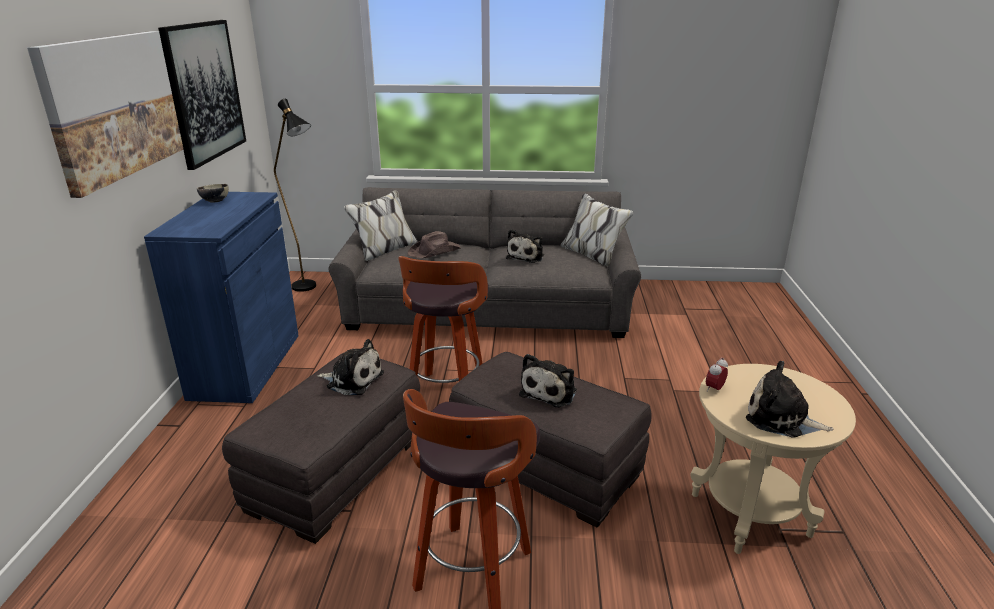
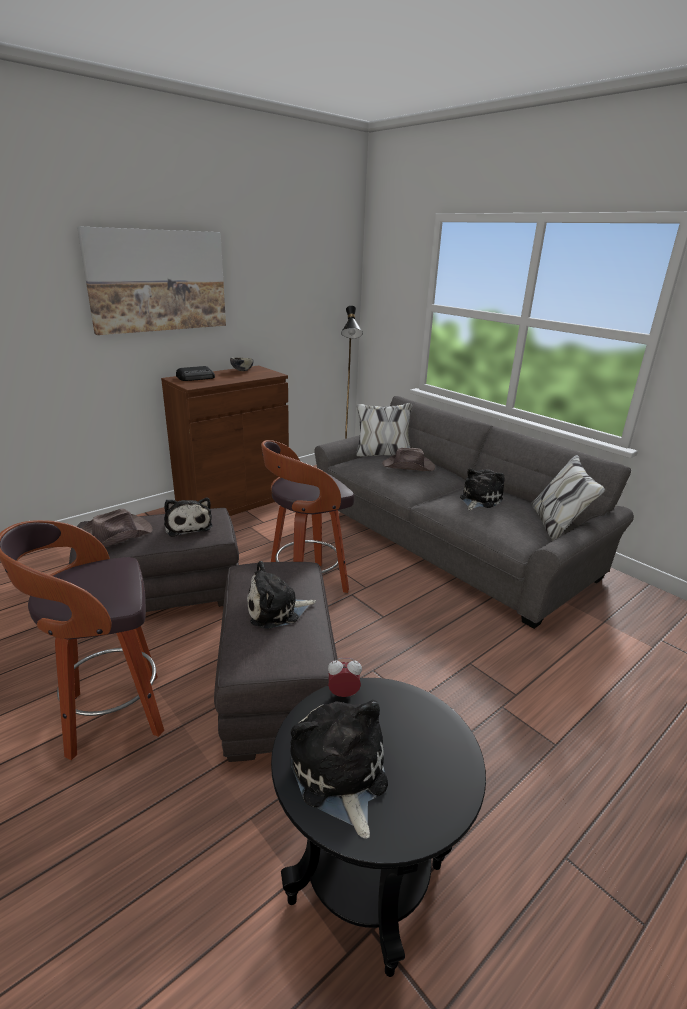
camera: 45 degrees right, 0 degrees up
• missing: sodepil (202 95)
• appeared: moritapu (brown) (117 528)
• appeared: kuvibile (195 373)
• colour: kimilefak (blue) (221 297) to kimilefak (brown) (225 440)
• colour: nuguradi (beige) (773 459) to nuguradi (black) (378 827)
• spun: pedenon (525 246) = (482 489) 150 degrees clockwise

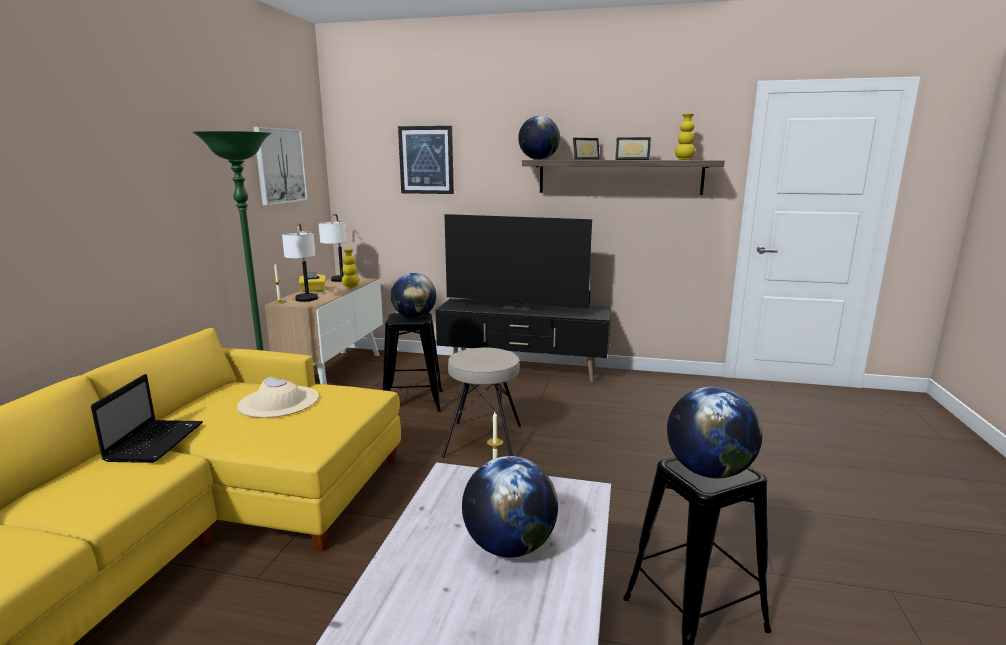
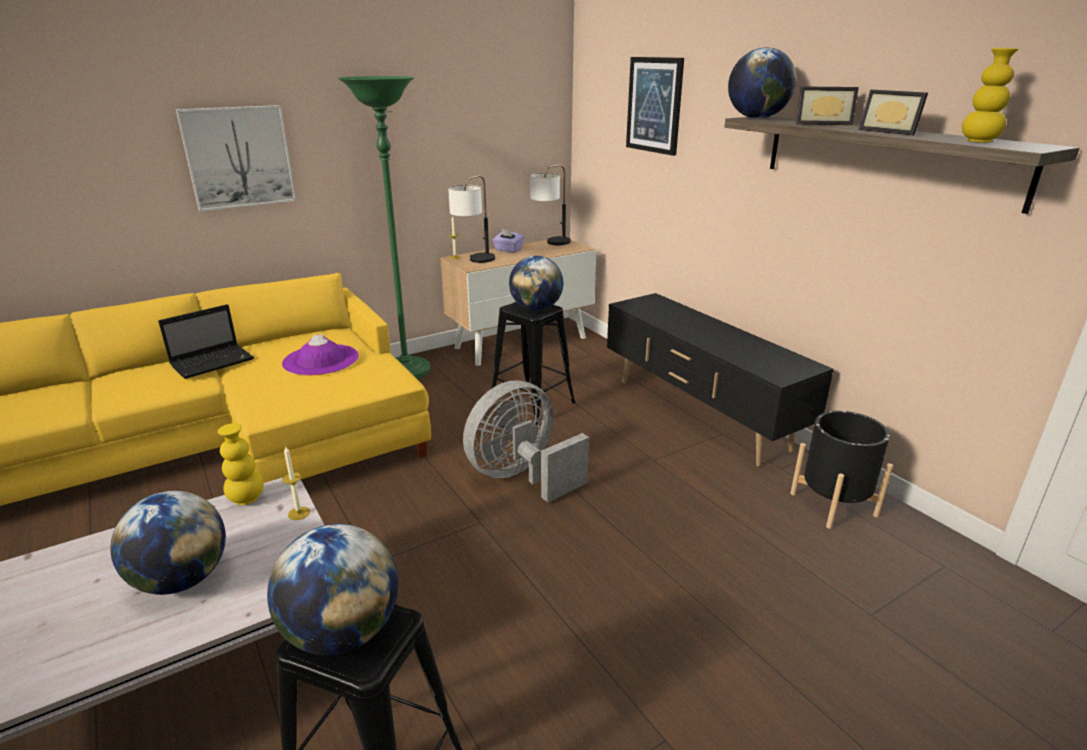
camera: 45 degrees right, 10 degrees up
• missing: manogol (518 262)
• appeared: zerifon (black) (841 470)
• relocated: sodepil (280 166) to (236 158)
• relocated: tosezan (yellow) (350 268) to (240 464)
• exchanged: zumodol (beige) (481 403) to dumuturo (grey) (526 441)
• colour: moritapu (beige) (278 397) to moritapu (purple) (320 354)
• colour: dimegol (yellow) (312 282) to dimegol (purple) (508 241)

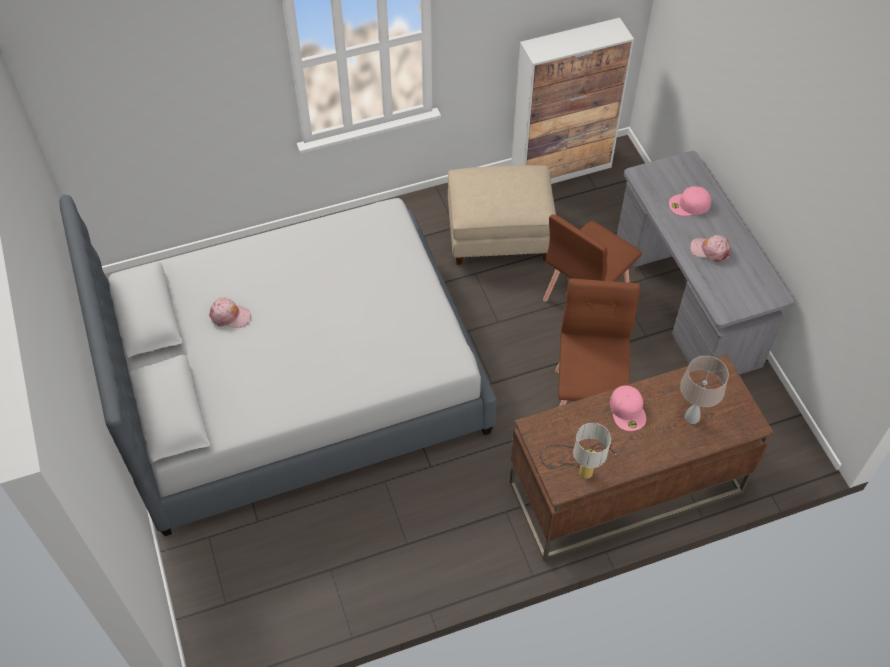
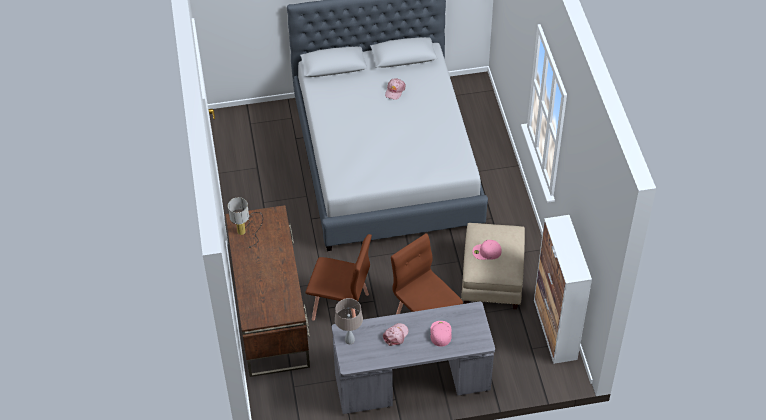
camera: 100 degrees right, 5 degrees down
• relocated: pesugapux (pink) (628 408) to (487 250)
• relocated: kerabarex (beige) (704 390) to (349 321)

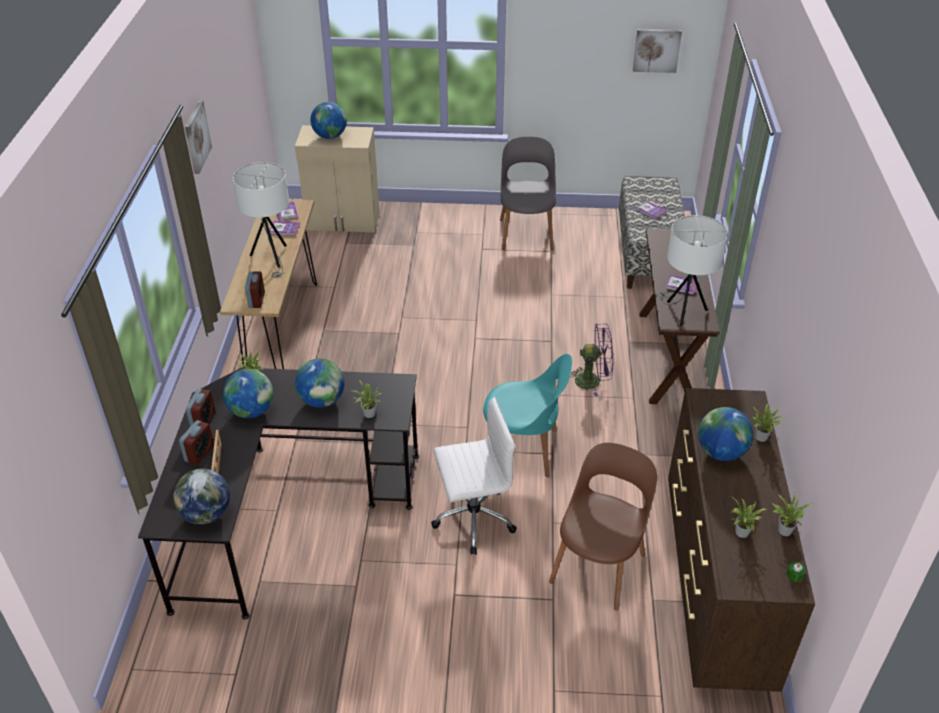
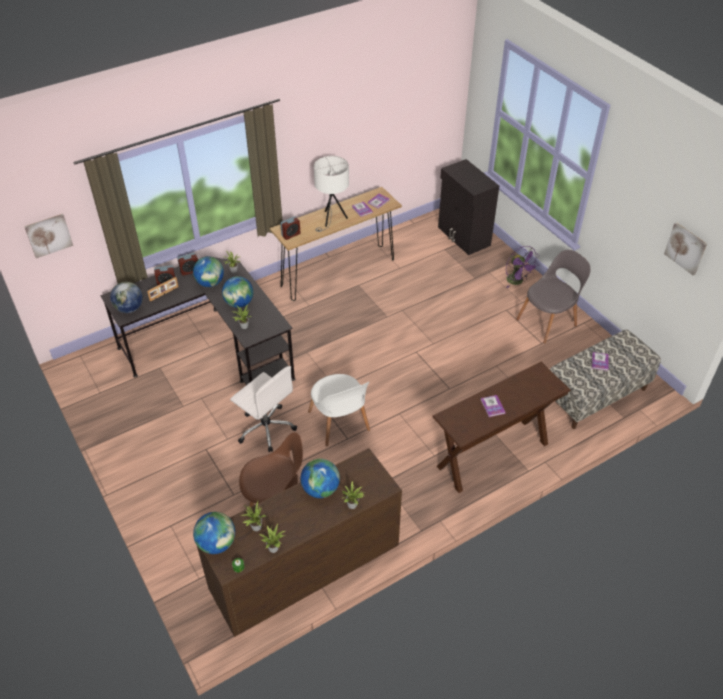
camera: 55 degrees right, 5 degrees up
• missing: kerabarex (white) (693 270)
• relocated: sodepil (198 137) to (48 236)
• relocated: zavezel (328 120) to (214 533)
• relocated: dumuturo (purple) (592 360) to (523 267)
• colour: kimilefak (beige) (337 178) to kimilefak (black) (468 207)
• colour: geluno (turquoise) (527 415) to geluno (white) (339 410)

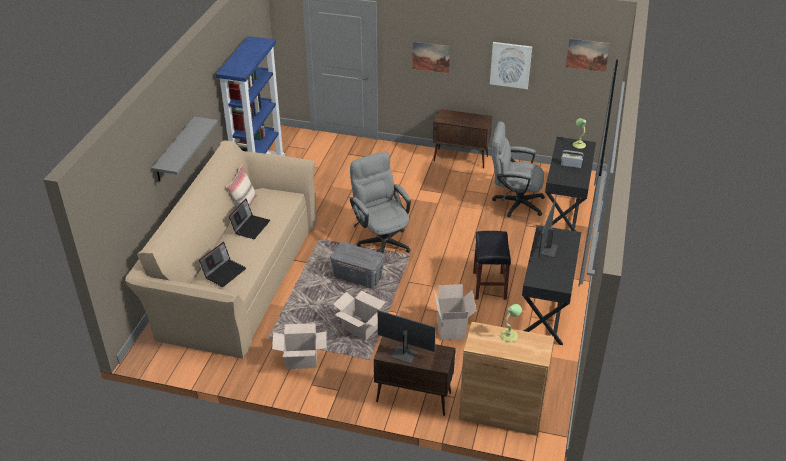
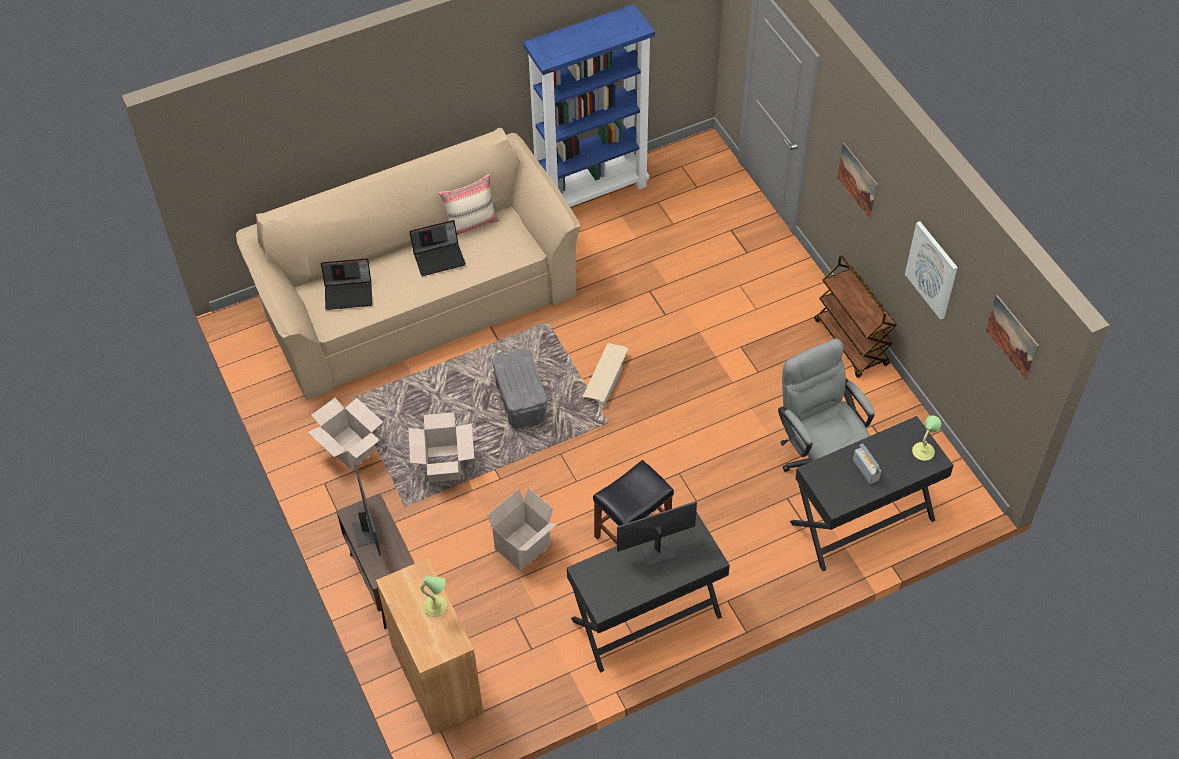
camera: 50 degrees right, 15 degrees up
• missing: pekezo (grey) (185 149)
• exchanged: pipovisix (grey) (380 203) to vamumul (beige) (605 375)
• exchanged: kimilefak (brown) (462 139) to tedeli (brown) (855 316)

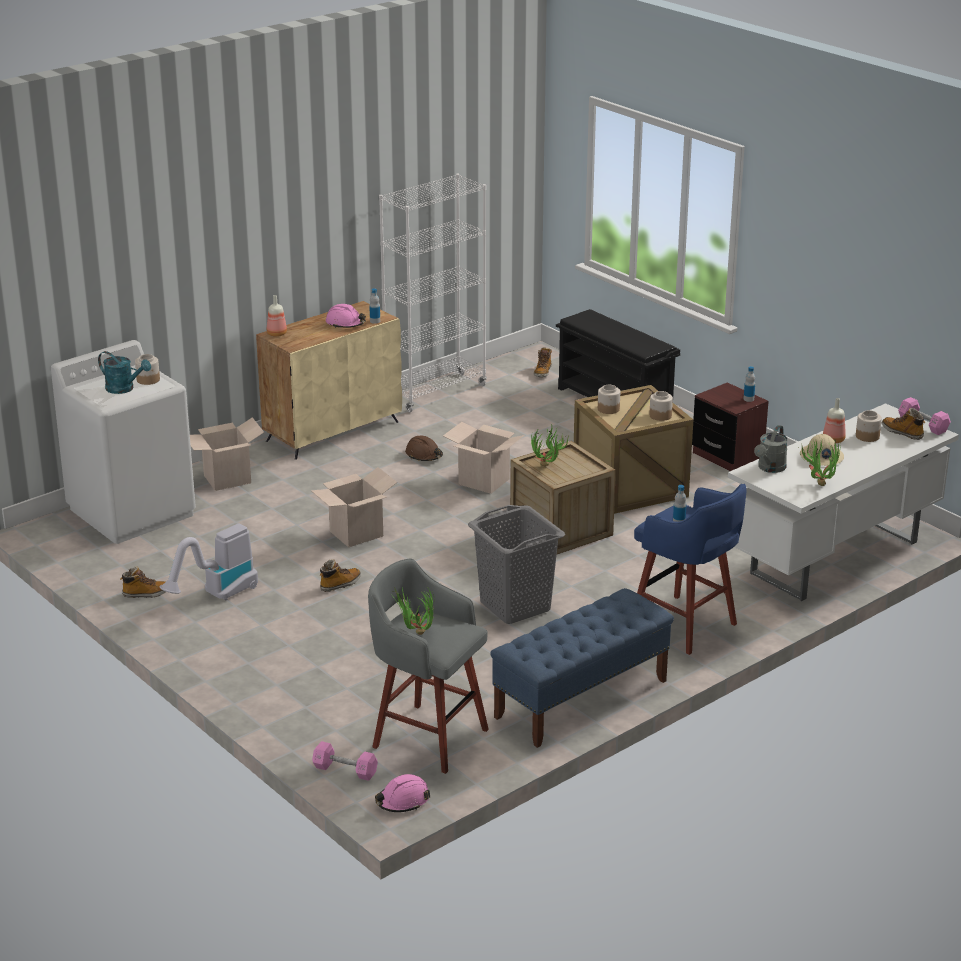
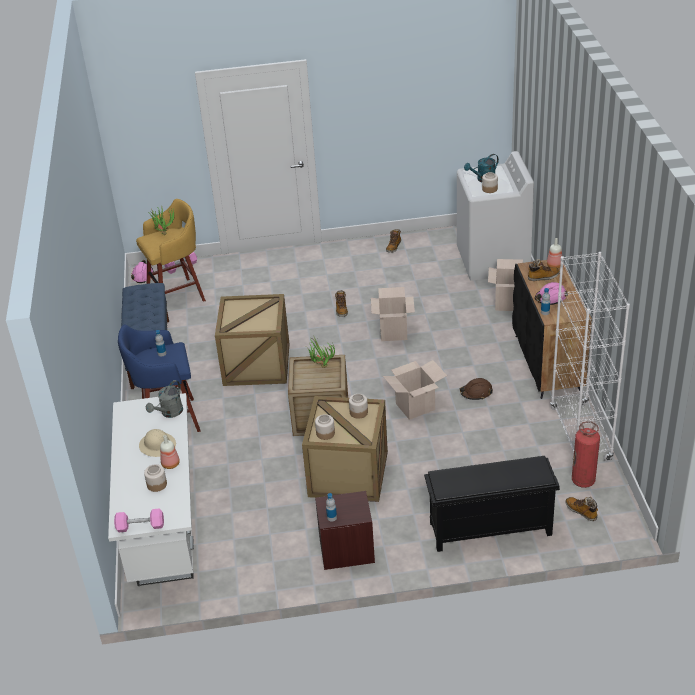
camera: 125 degrees right, 10 degrees up
• missing: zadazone (209 562)
• missing: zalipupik (820 462)
• appeared: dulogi (586 454)
• relocated: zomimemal (903 424) to (544 270)
• exchanged: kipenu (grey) (516 564) to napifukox (252 340)
• colour: kimilefak (beige) (329 380) to kimilefak (black) (552 329)
• colour: zumodol (grey) (428 666) to zumodol (yellow) (171 250)
• spun: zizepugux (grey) (771 449) = (164 399) 120 degrees counterclockwise

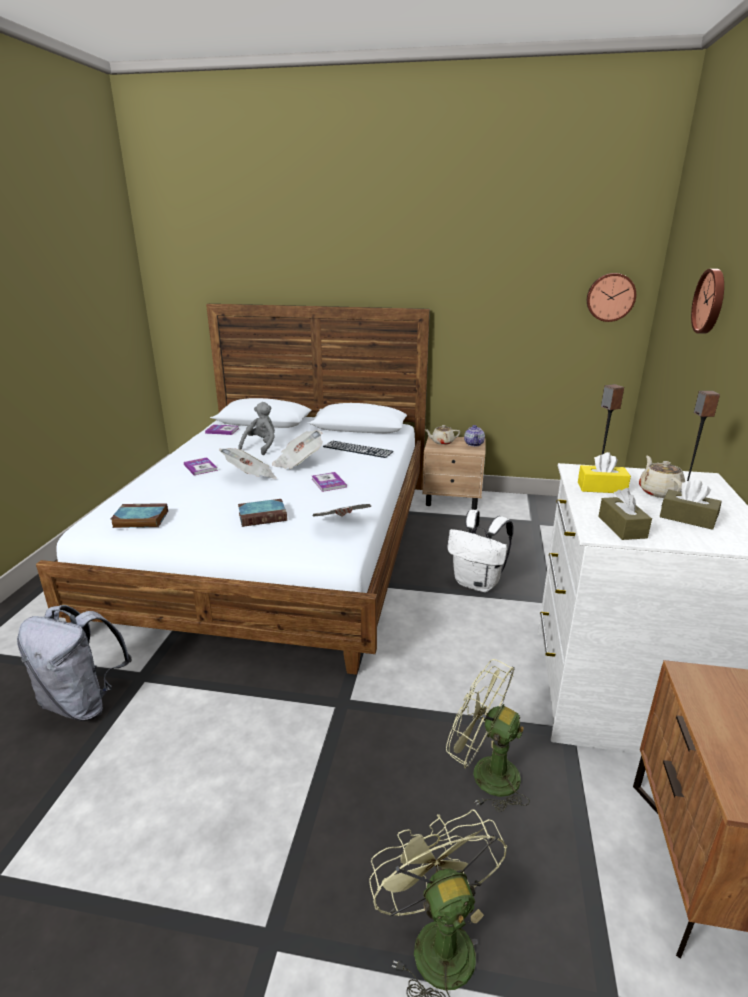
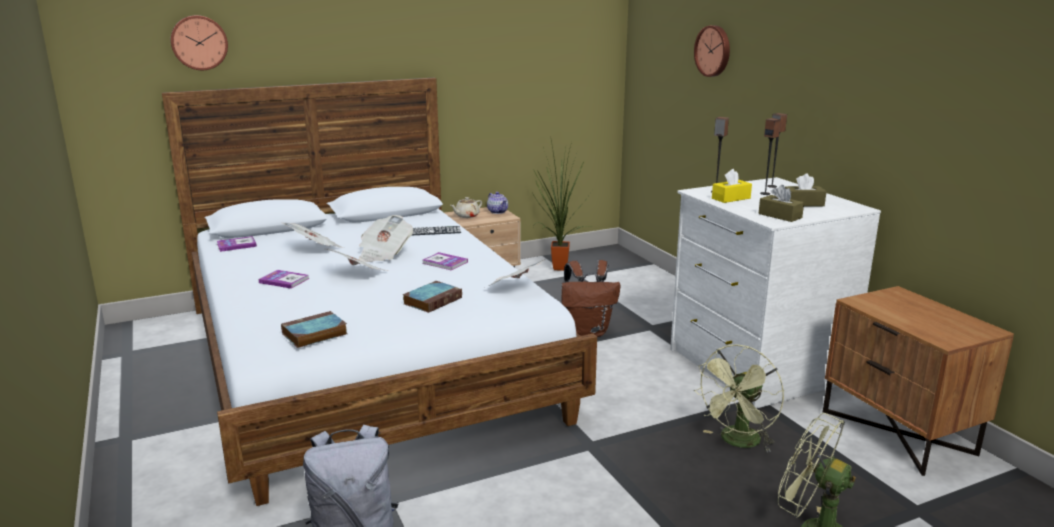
camera: 35 degrees left, 5 degrees down
• appeared: zalipupik (562 205)
• relocated: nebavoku (611 297) to (199 42)
• exchanged: pedenon (grey) (256 428) to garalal (313 235)
• exchanged: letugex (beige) (662 477) to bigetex (770 156)
• colour: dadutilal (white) (480 551) to dadutilal (brown) (591 298)
• spun: dumuturo (green) (488 735) = (739 398) 45 degrees counterclockwise

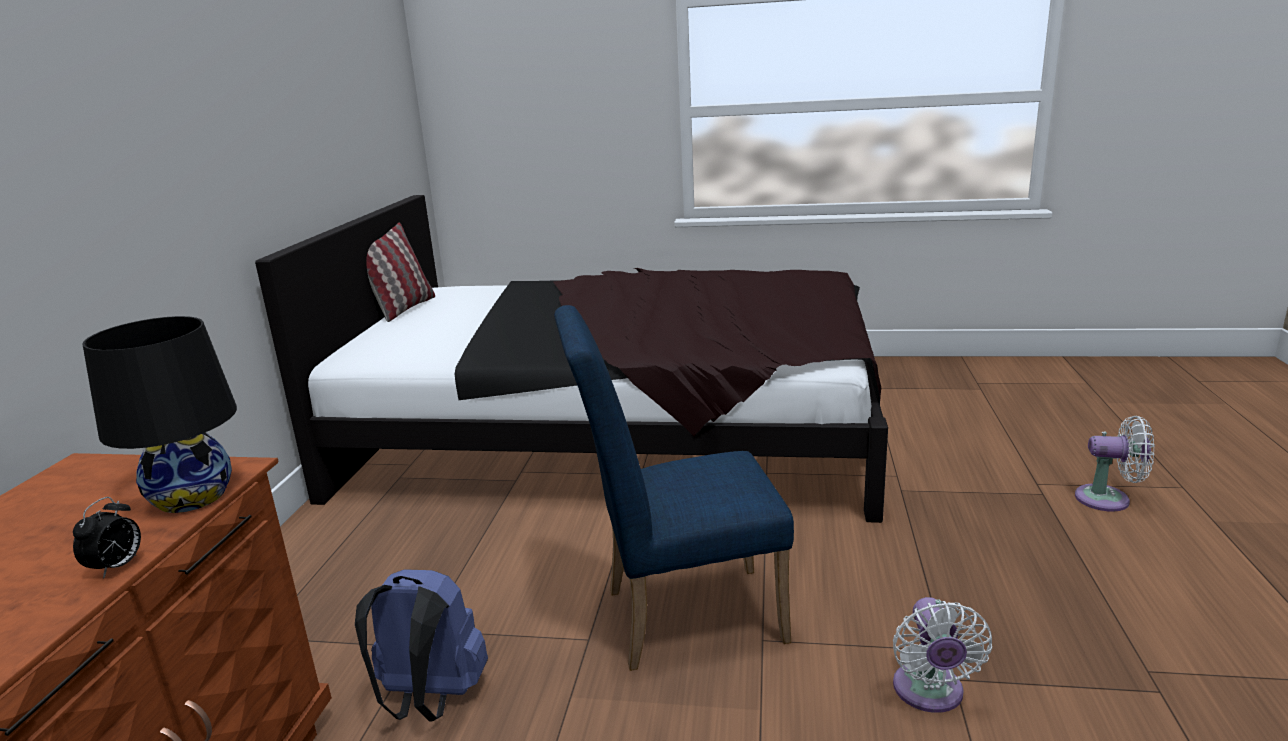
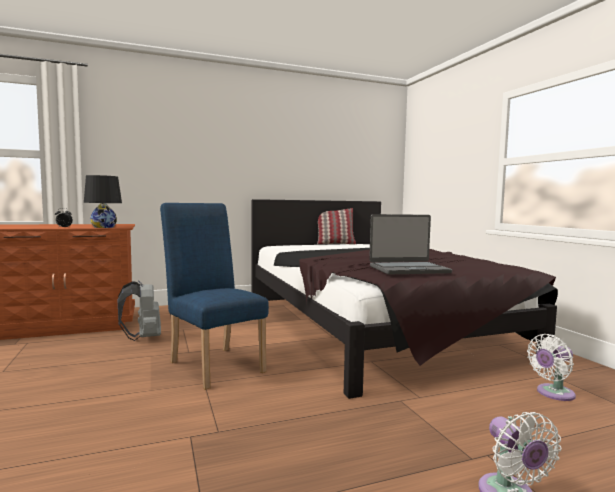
camera: 60 degrees right, 15 degrees down
• appeared: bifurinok (410 244)
• relocated: dumuturo (white) (942 655) to (551 367)
• colour: dadutilal (blue) (421 645) to dadutilal (grey) (139 310)

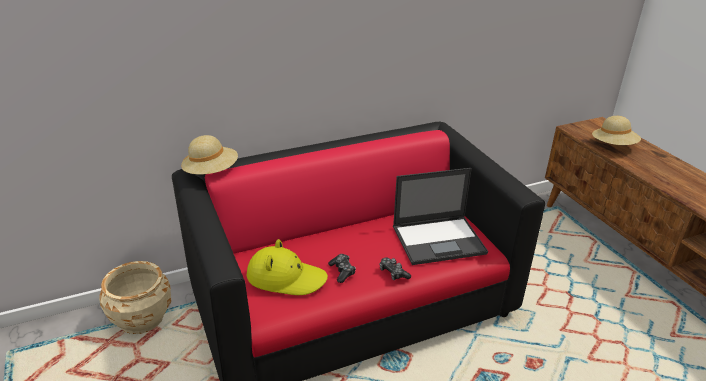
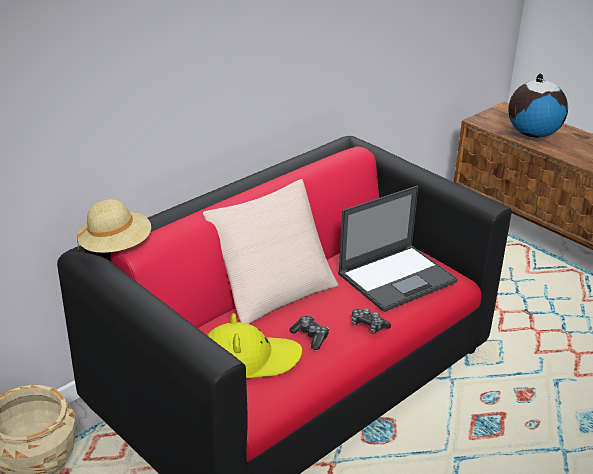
camera: 20 degrees left, 0 degrees up
• appeared: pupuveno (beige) (271 251)
• exchanged: moritapu (beige) (616 130) to zavezel (538 106)

